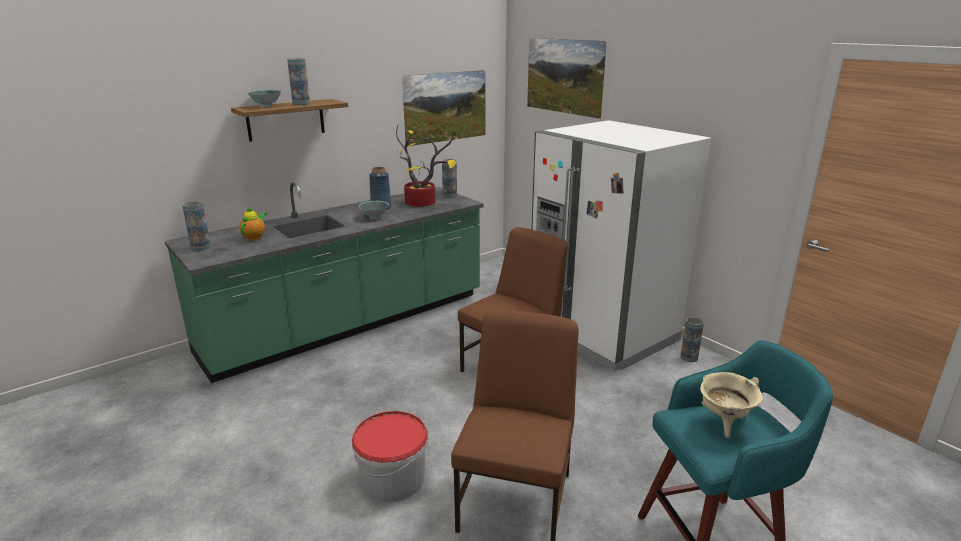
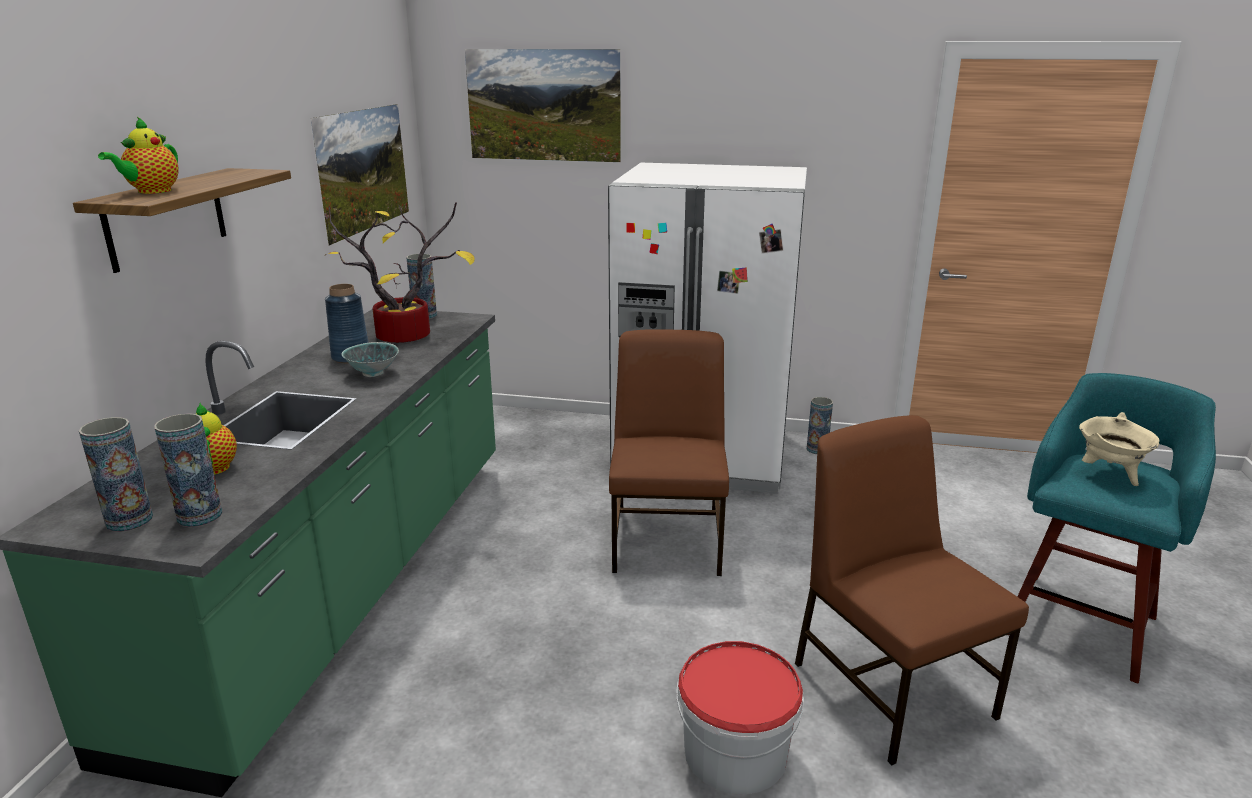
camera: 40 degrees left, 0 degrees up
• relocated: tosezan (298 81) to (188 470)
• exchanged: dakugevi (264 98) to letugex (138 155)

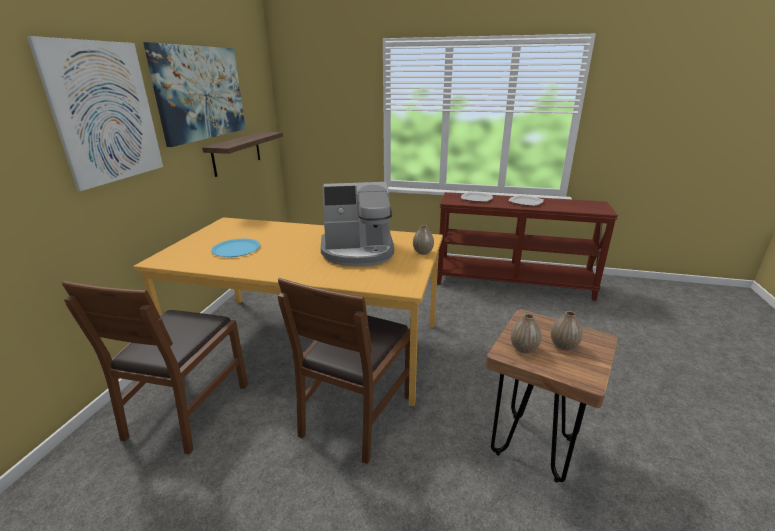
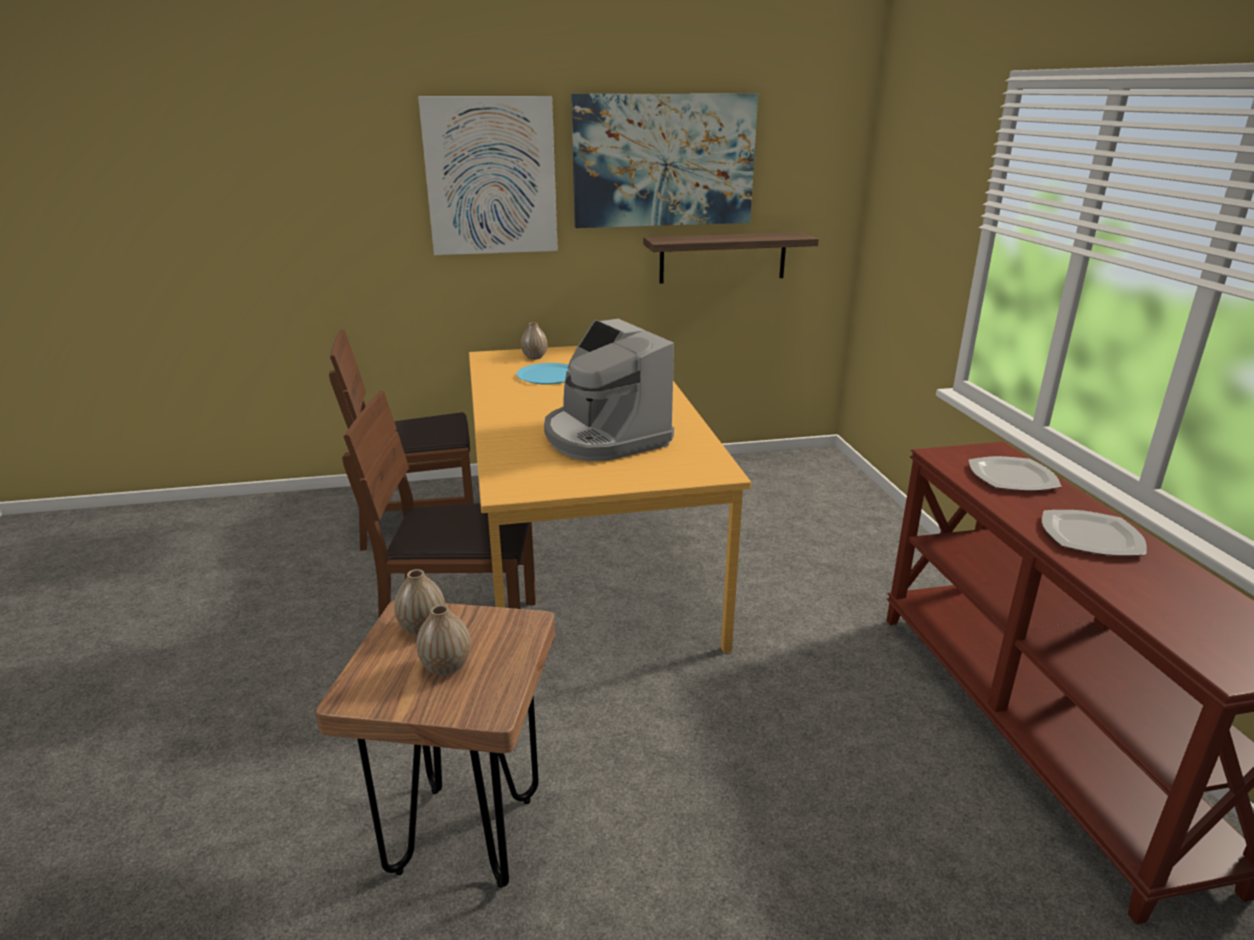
camera: 65 degrees right, 0 degrees up
• relocated: tosezan (423 240) to (534 341)

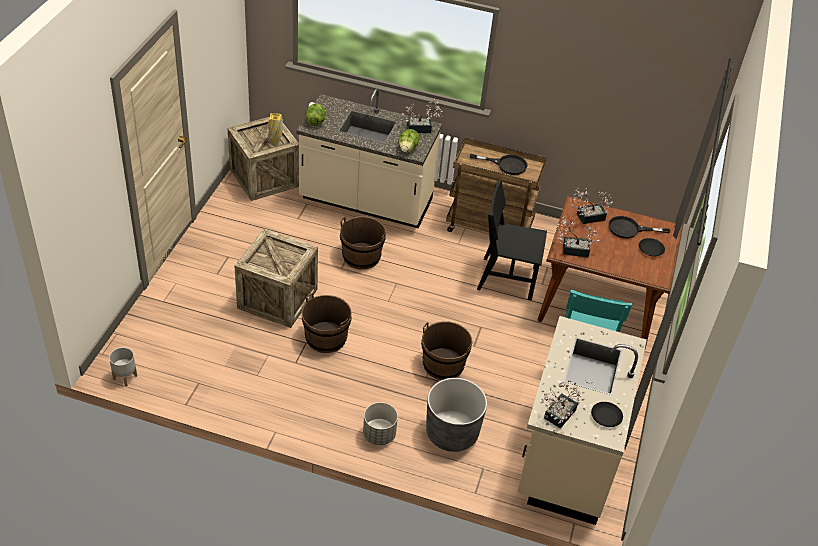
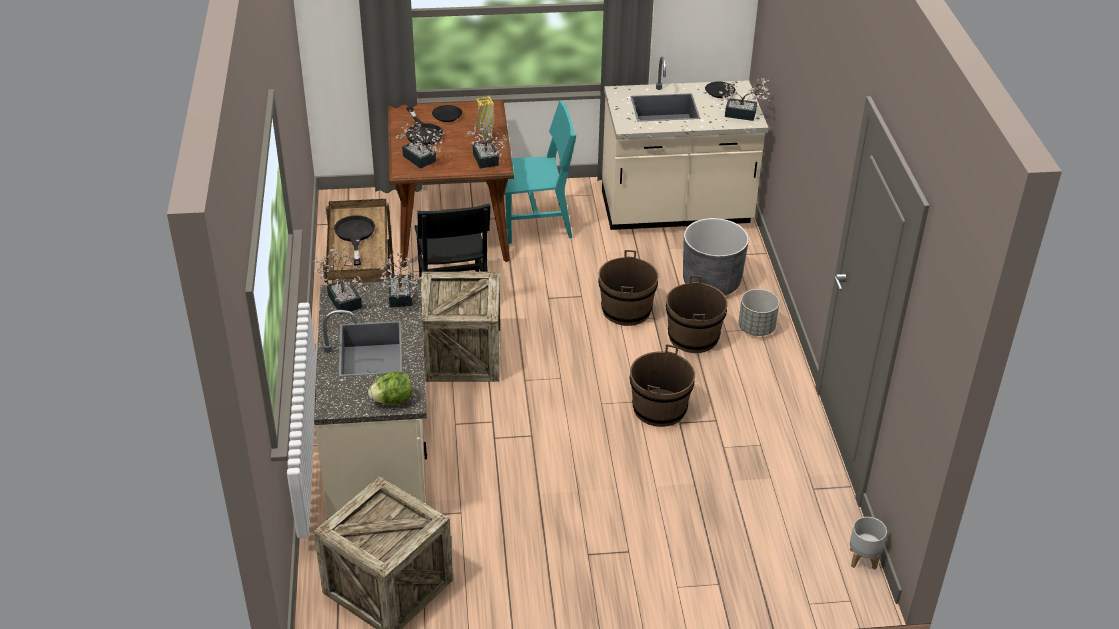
camera: 110 degrees left, 5 degrees down
• relocated: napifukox (276 278) to (461 327)
• relocated: tosezan (yellow) (275 129) to (485 118)
• relocated: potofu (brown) (363 243) to (697 314)
• exchanged: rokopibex (408 140) to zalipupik (401 280)

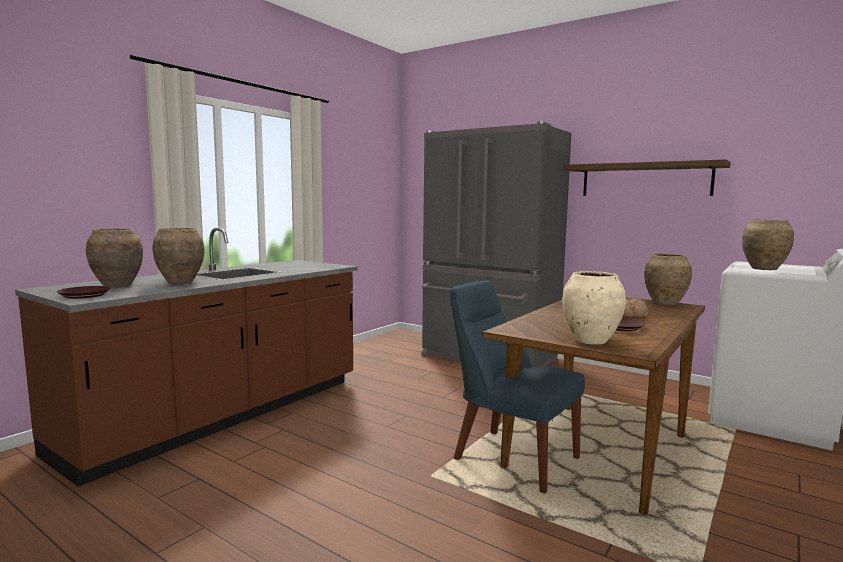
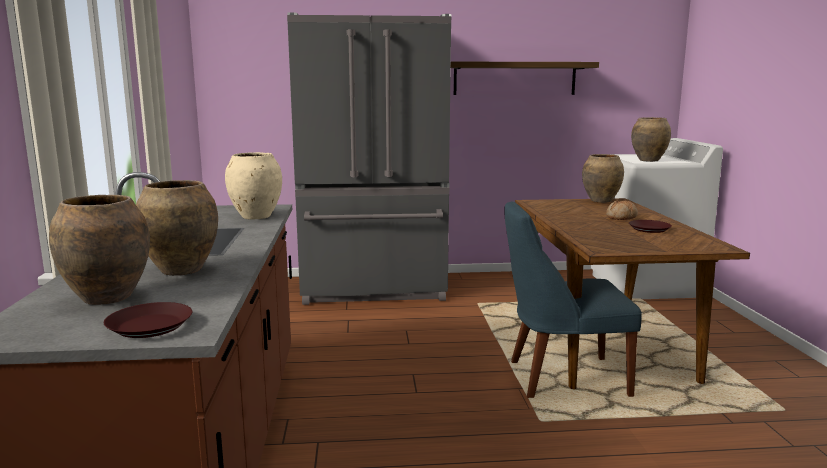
camera: 40 degrees left, 5 degrees up
• relocated: tosezan (beige) (594 308) to (253 186)

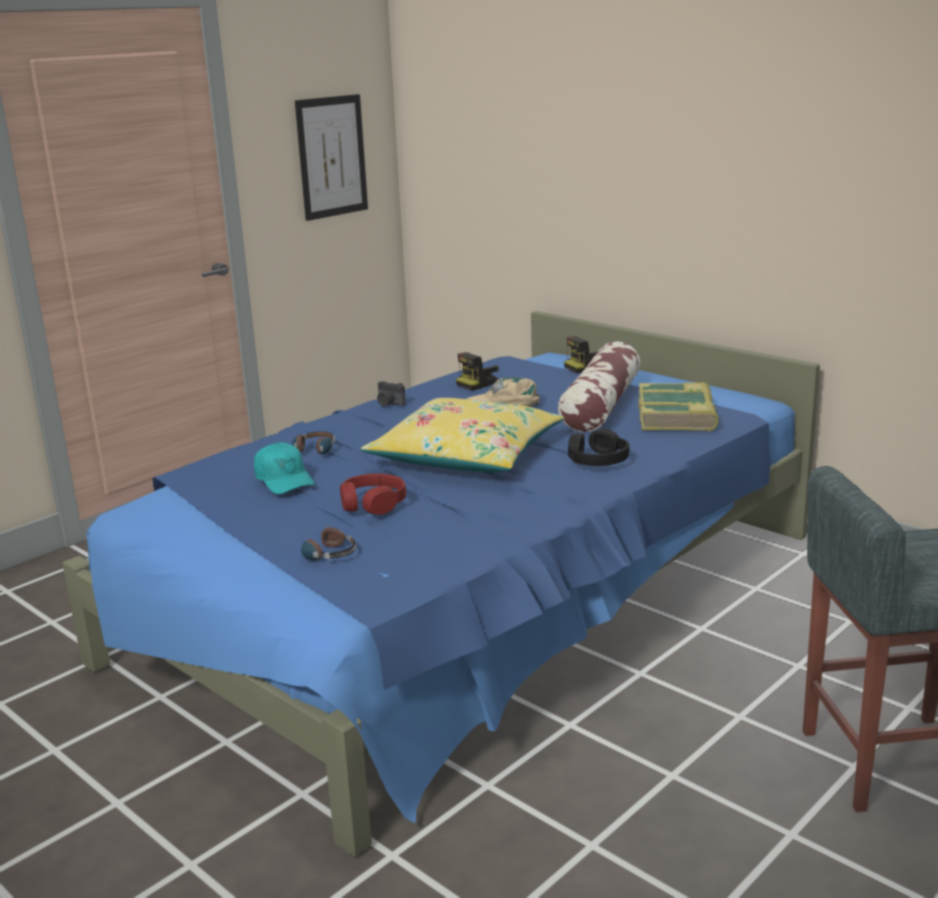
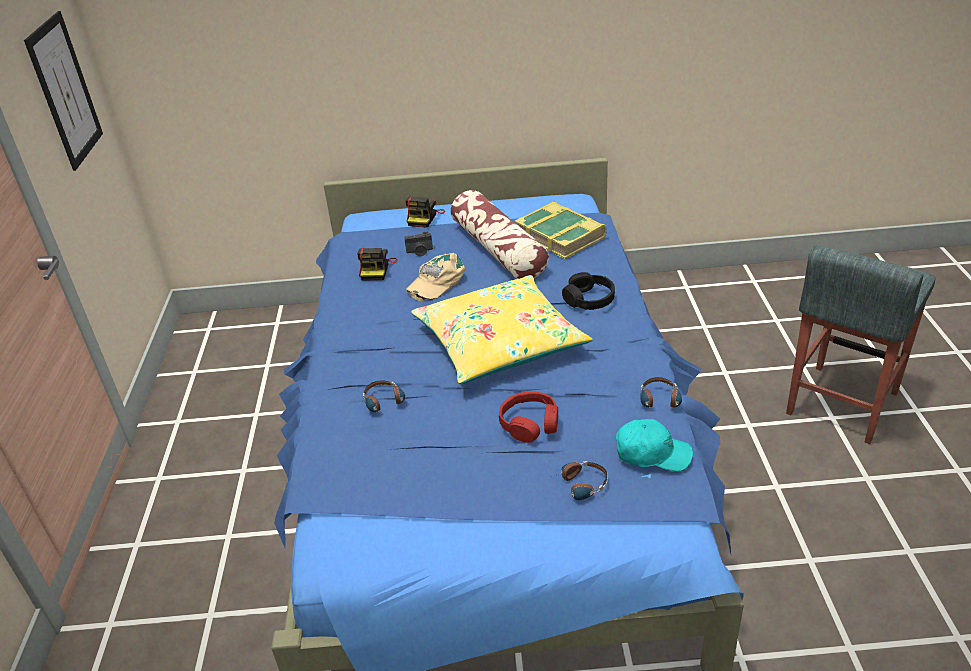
camera: 45 degrees left, 15 degrees up
• appeared: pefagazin (661 395)
• relocated: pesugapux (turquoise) (284 468) to (654 445)
• relocated: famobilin (391 394) to (418 244)

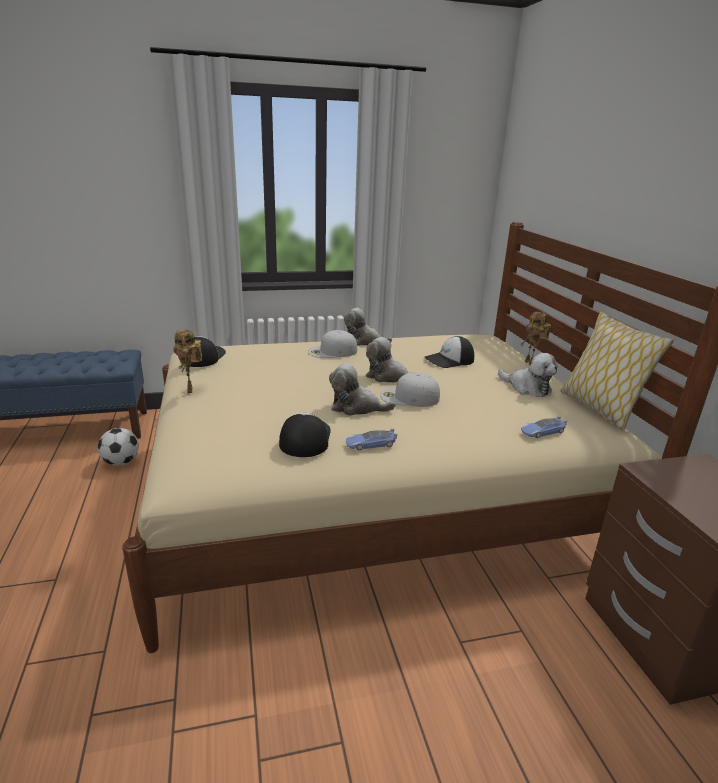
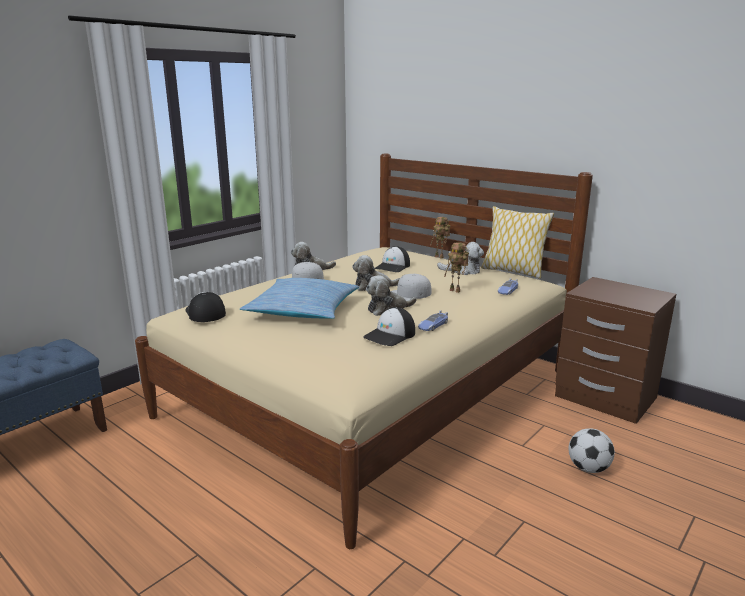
camera: 35 degrees left, 5 degrees down
• appeared: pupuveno (299 298)
• relocated: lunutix (118 447) to (592 450)
• relocated: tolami (187 361) to (456 267)
• spun: pesugapux (305 435) = (389 326) 105 degrees counterclockwise

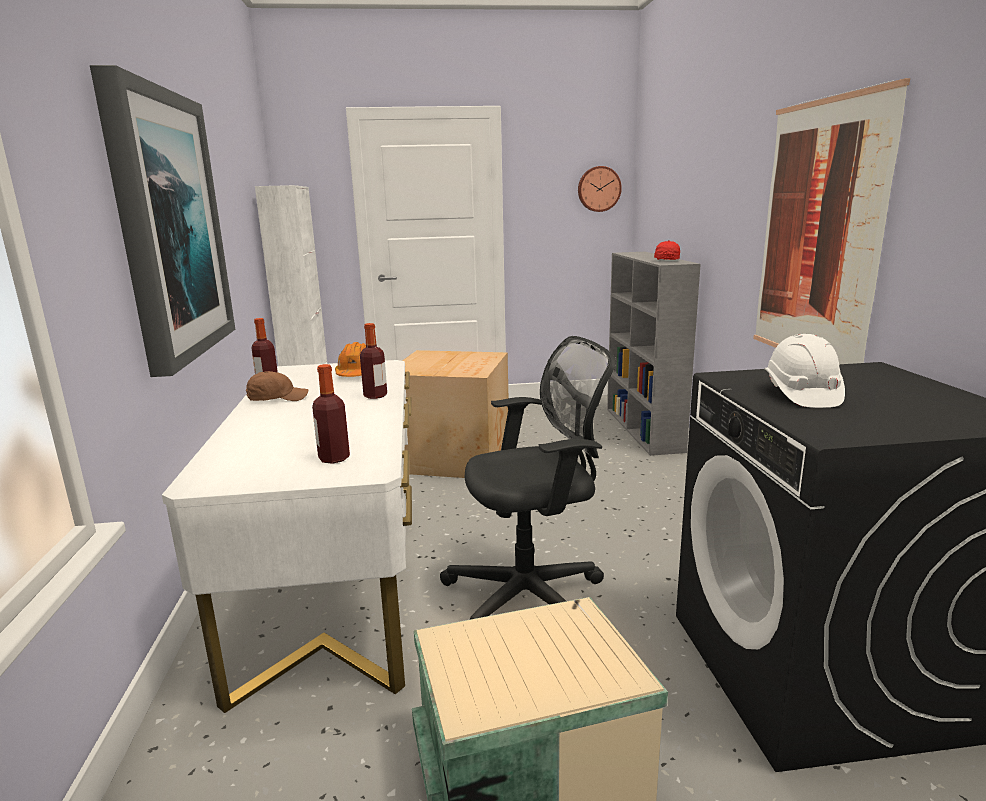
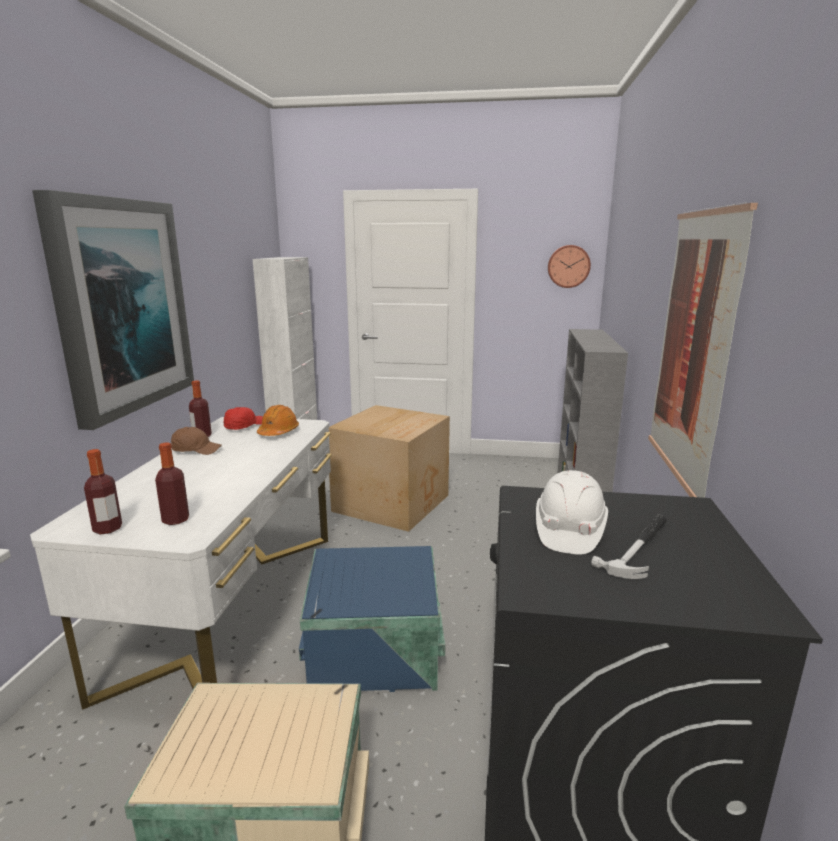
camera: 15 degrees right, 0 degrees up
• appeared: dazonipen (629 547)
• relocated: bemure (373 361) to (103 491)
• relocated: pesugapux (red) (667 250) to (243 418)
• exchanged: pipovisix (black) (528 477) to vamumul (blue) (372 619)

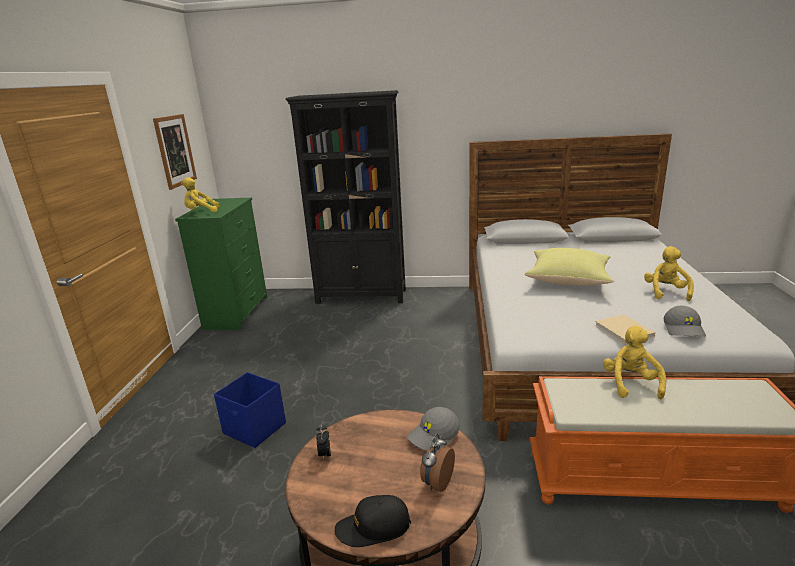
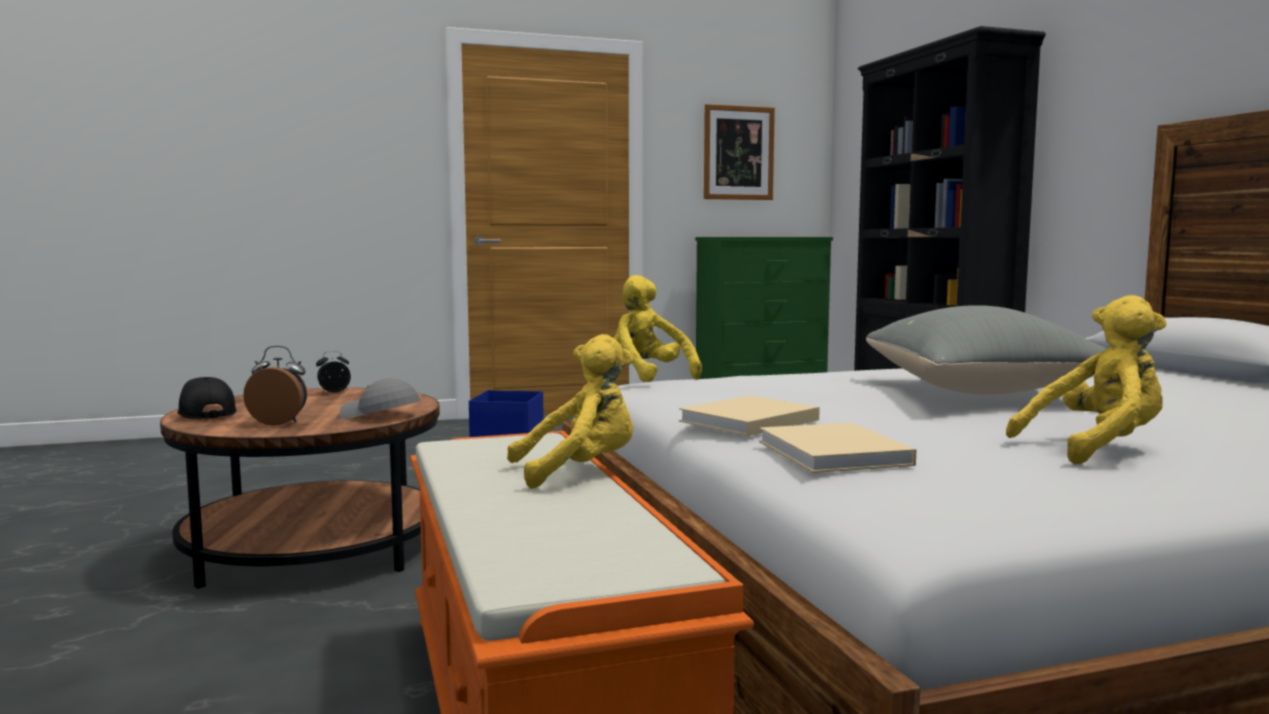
camera: 65 degrees right, 15 degrees down
• relocated: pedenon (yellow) (200 194) to (658 328)
• exchanged: pesugapux (grey) (685 321) to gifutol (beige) (838 447)
• colour: pupuveno (yellow) (569 267) to pupuveno (grey) (987 350)

